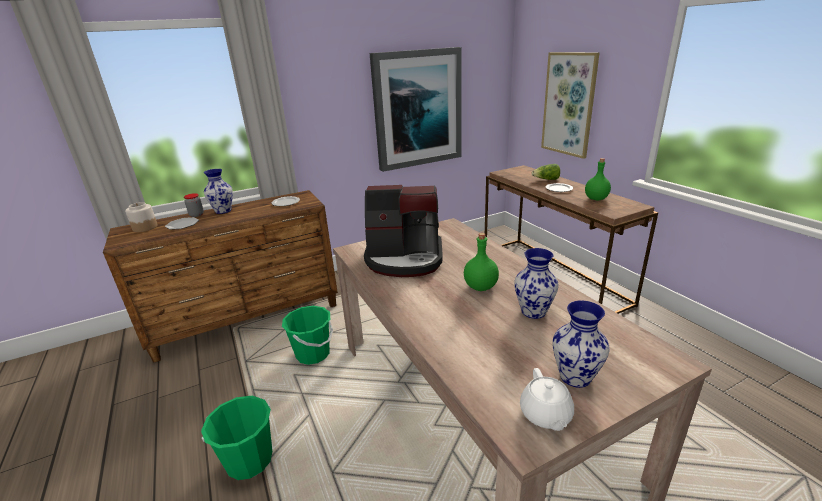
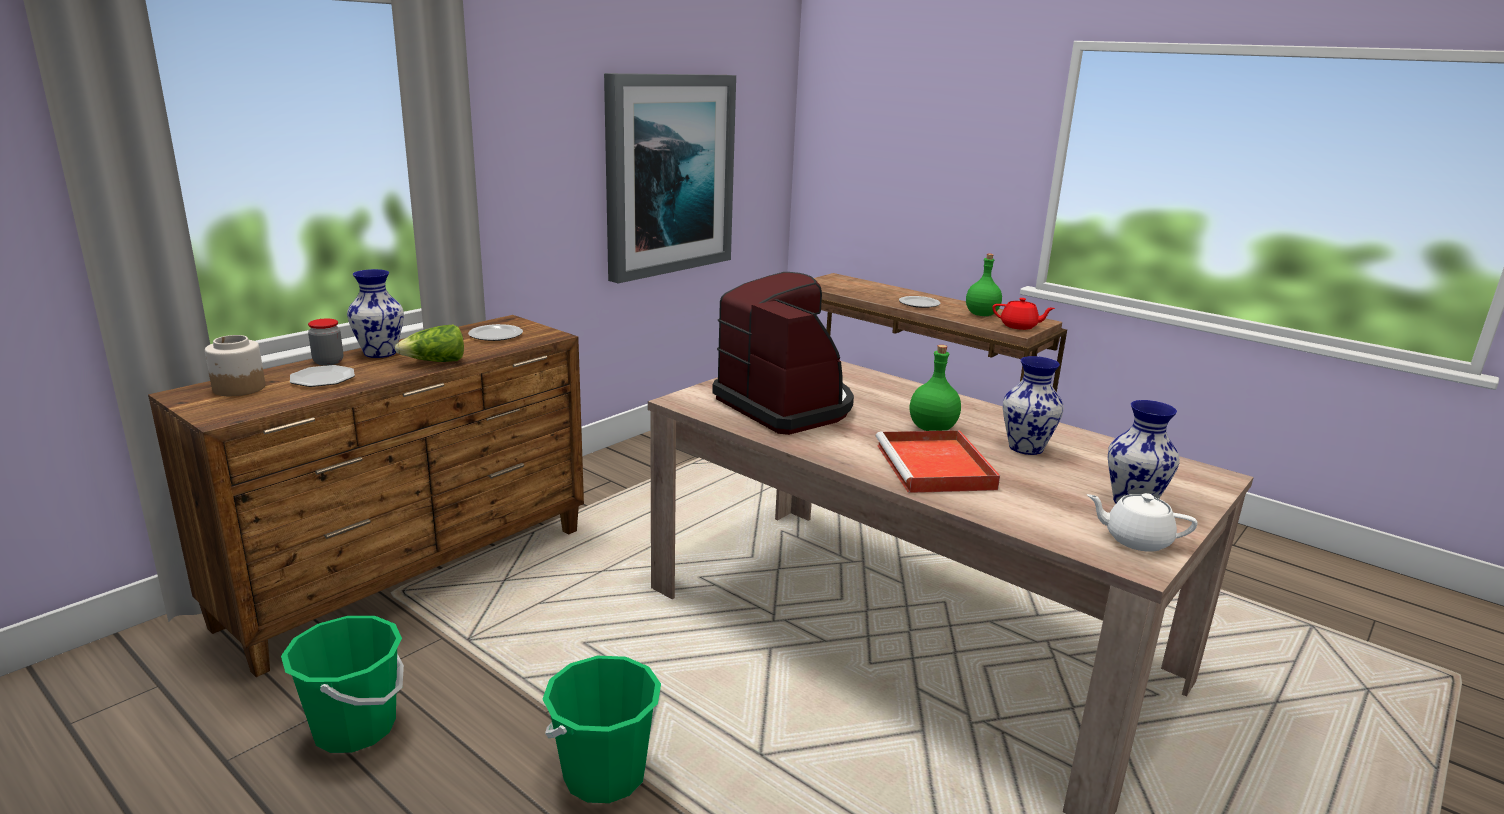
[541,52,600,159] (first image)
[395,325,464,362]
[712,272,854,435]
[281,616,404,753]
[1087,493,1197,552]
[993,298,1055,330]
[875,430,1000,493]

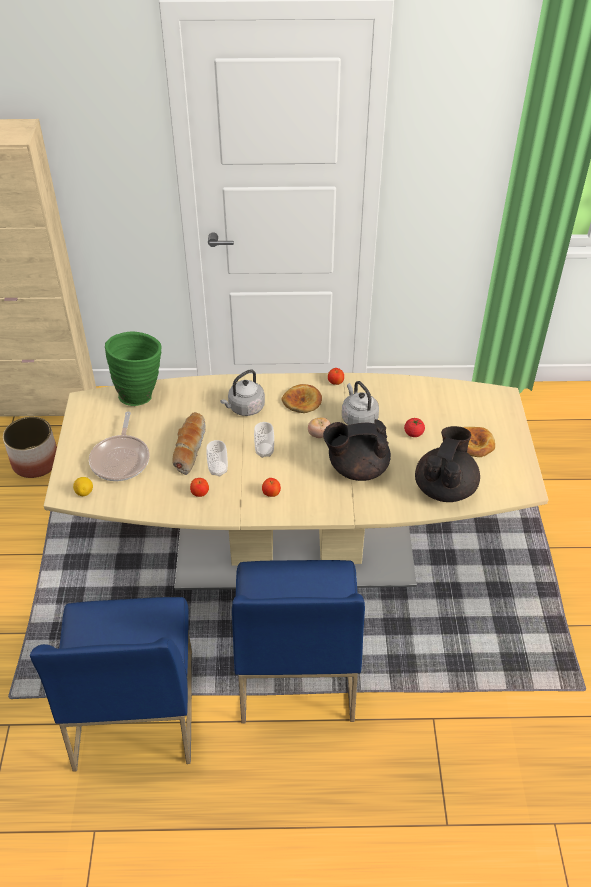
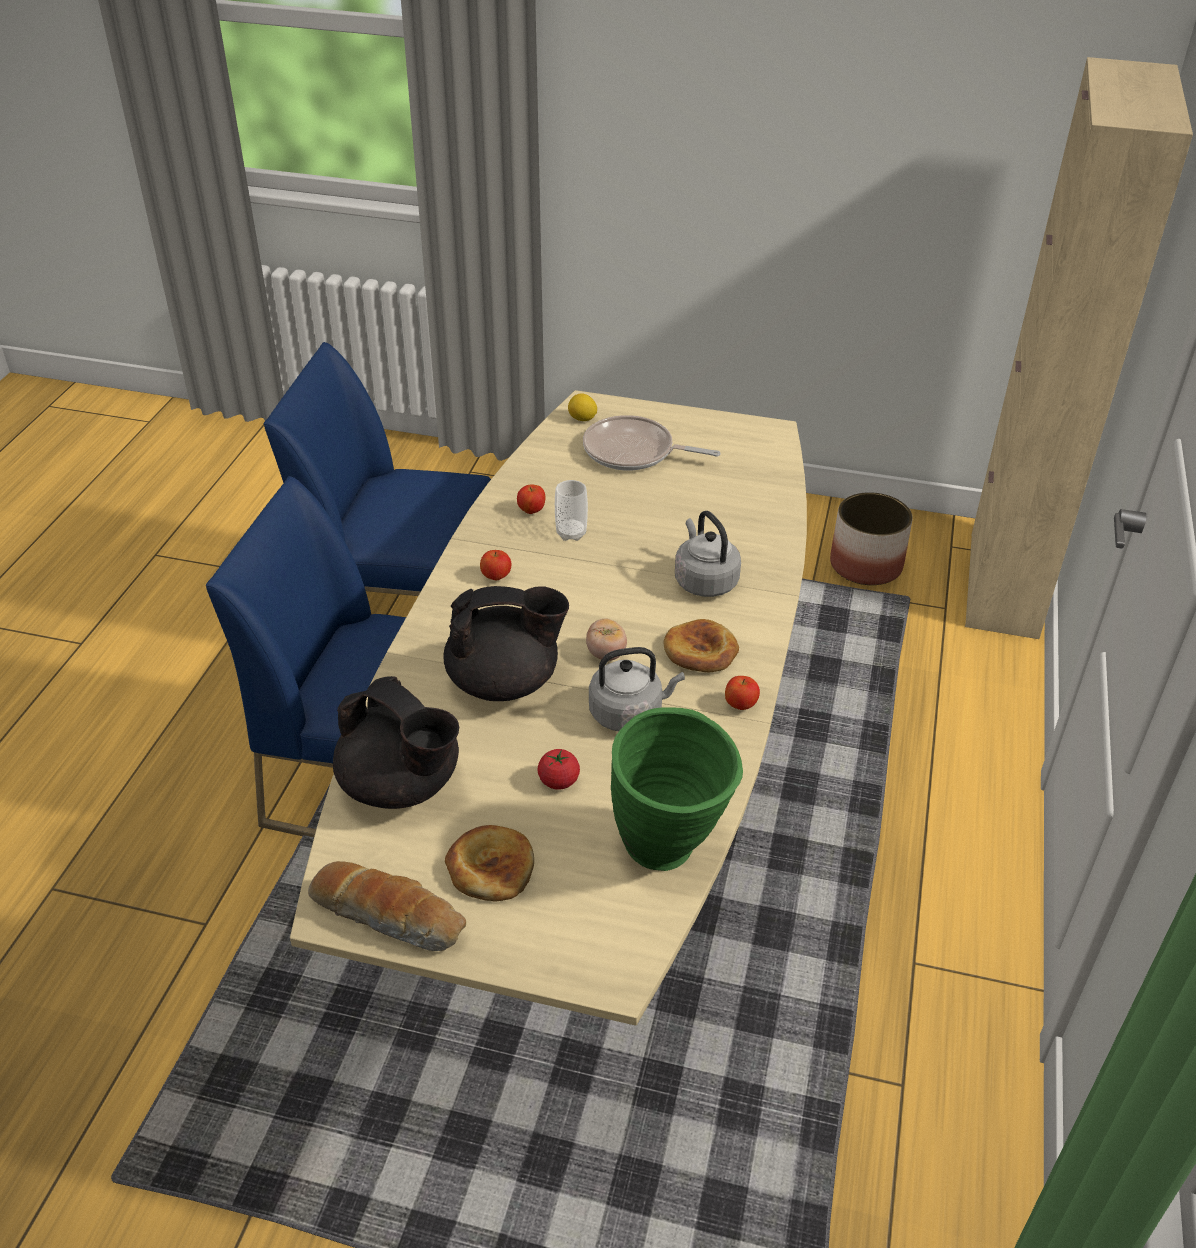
[611,707,743,871]
[308,861,466,951]
[443,586,569,701]
[254,422,274,458] (first image)

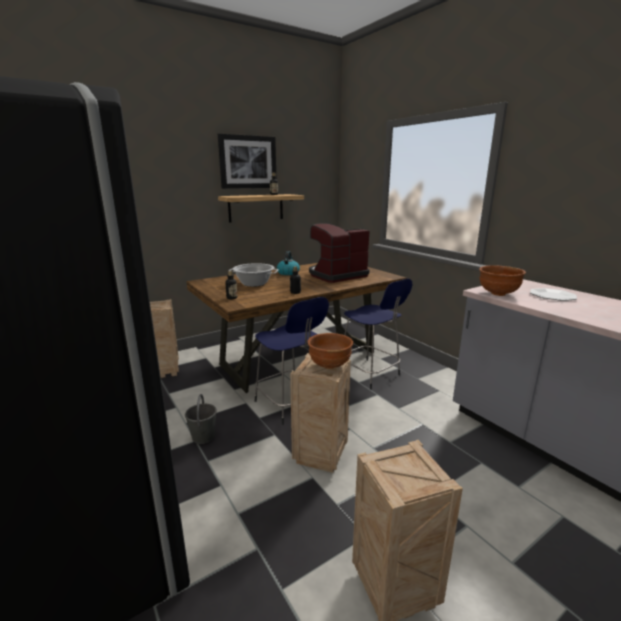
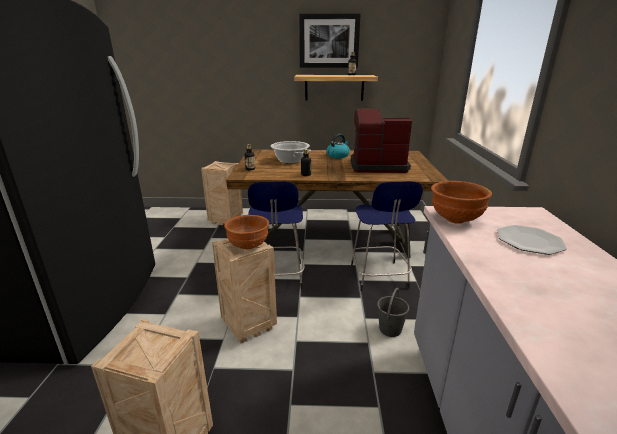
[377,288,409,337]

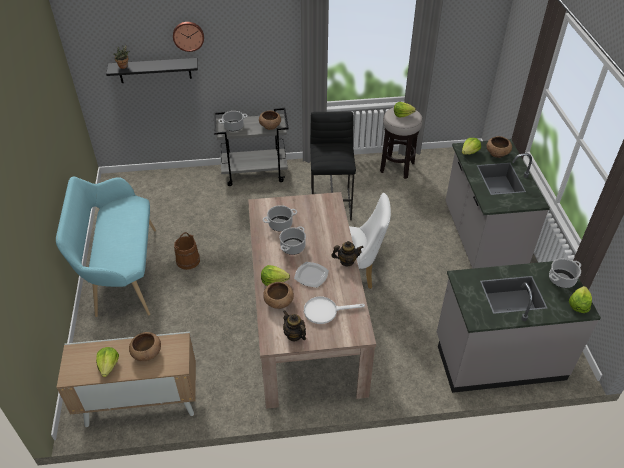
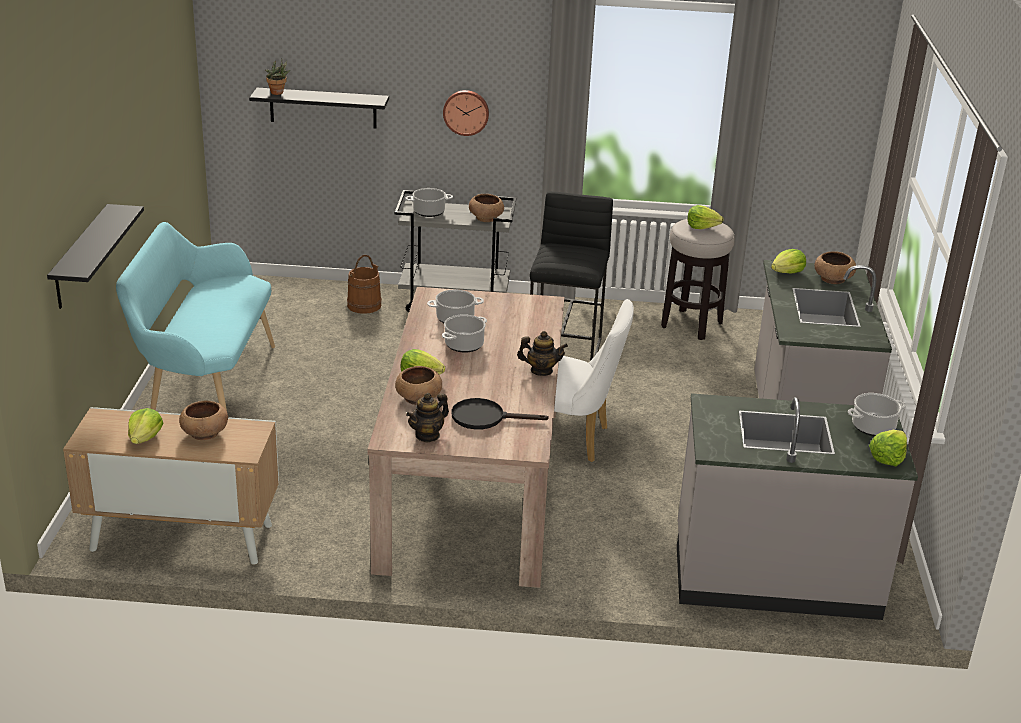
[443,90,489,136]
[347,255,382,314]
[294,262,329,288] (first image)
[451,398,549,430]
[406,393,449,442]
[47,204,144,309]

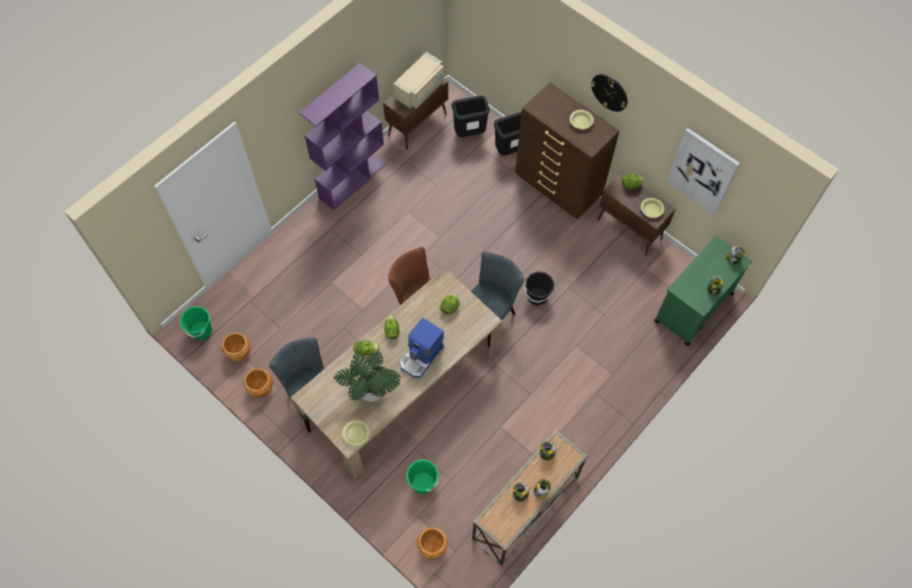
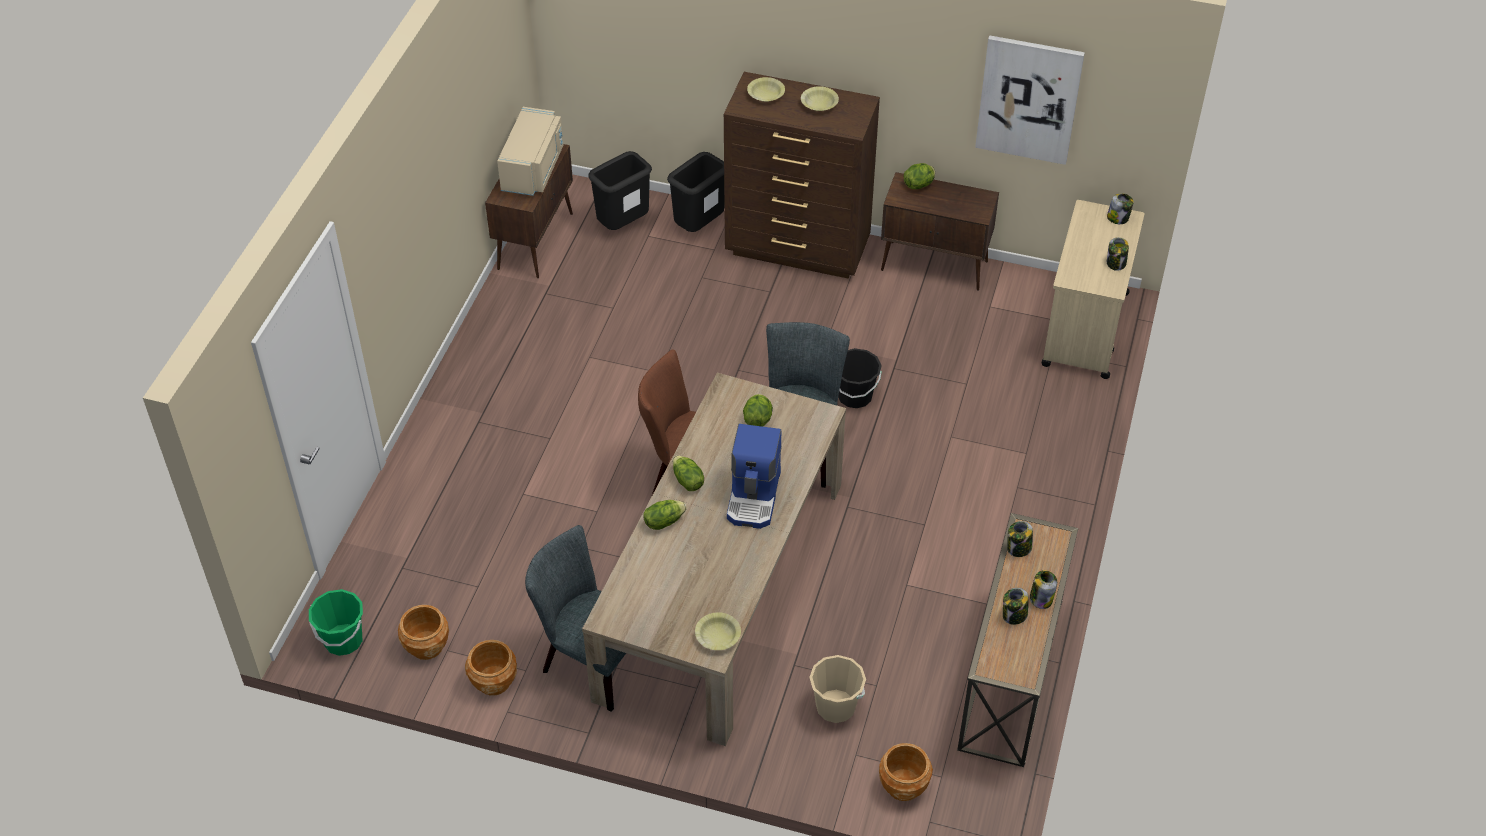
[299,63,386,210] (first image)
[591,74,627,112] (first image)
[747,77,785,102]
[1041,200,1145,379]
[334,351,401,402] (first image)
[809,655,866,723]

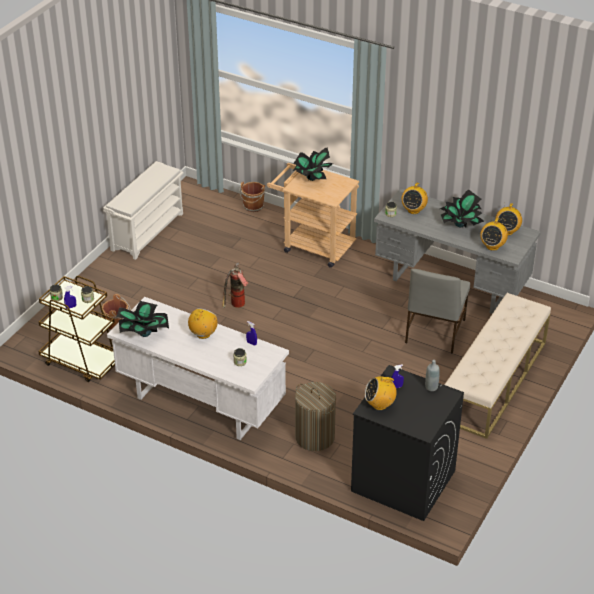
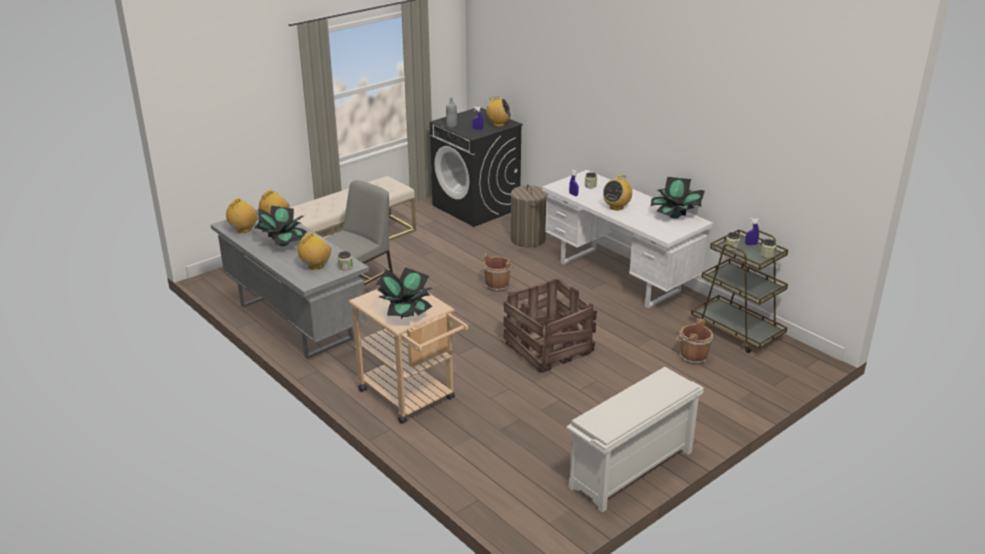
[483,253,514,292]
[503,279,597,373]

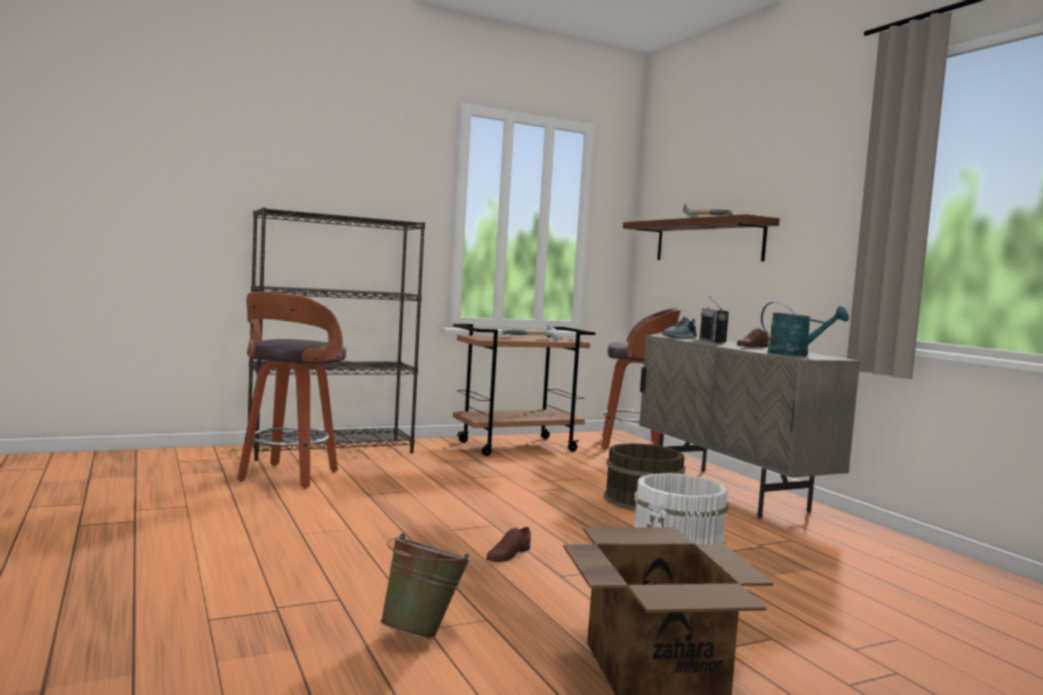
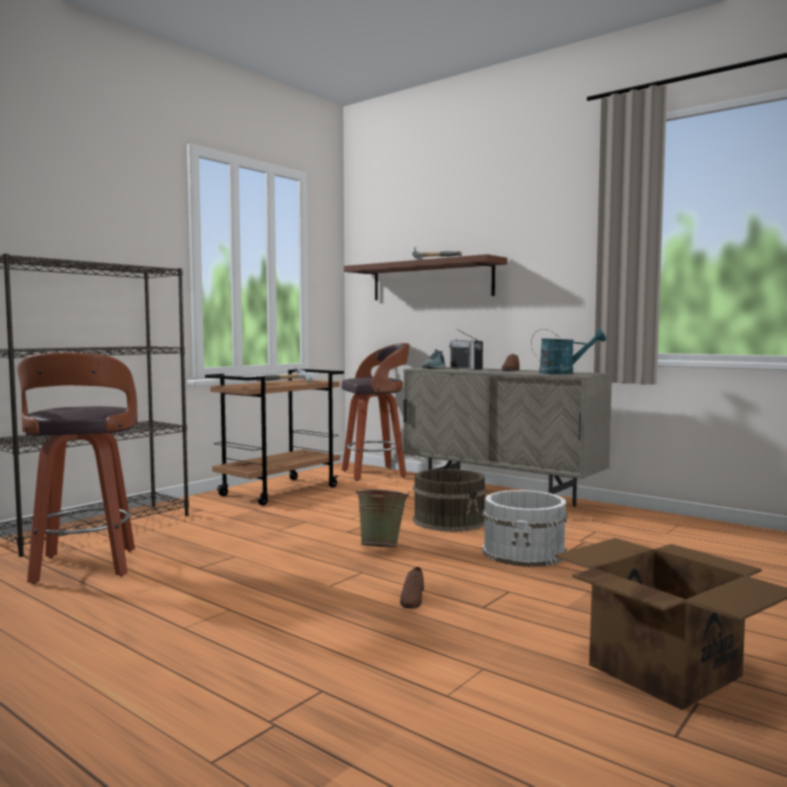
[355,489,409,547]

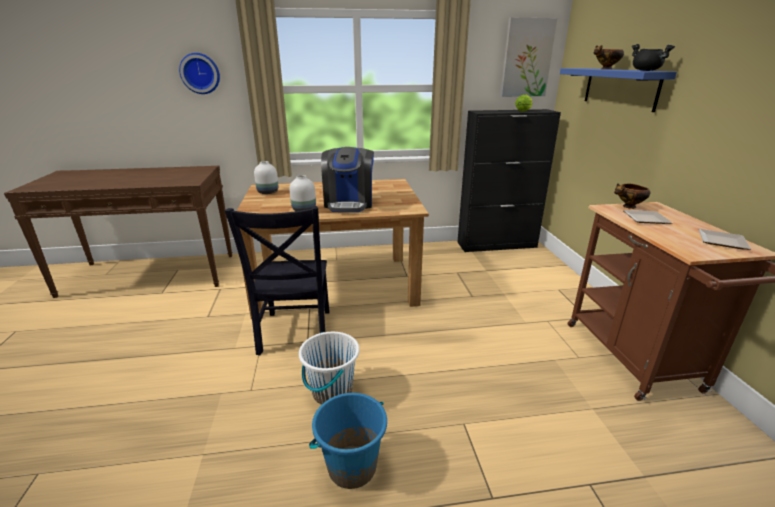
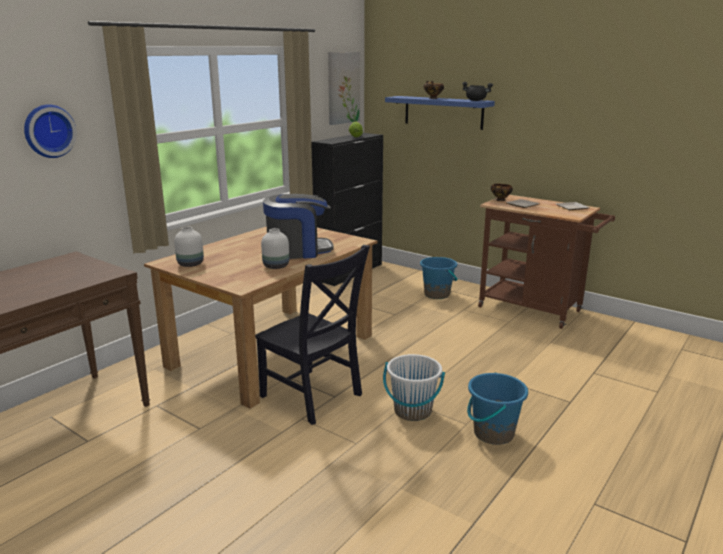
[263,194,333,259]
[420,257,458,299]

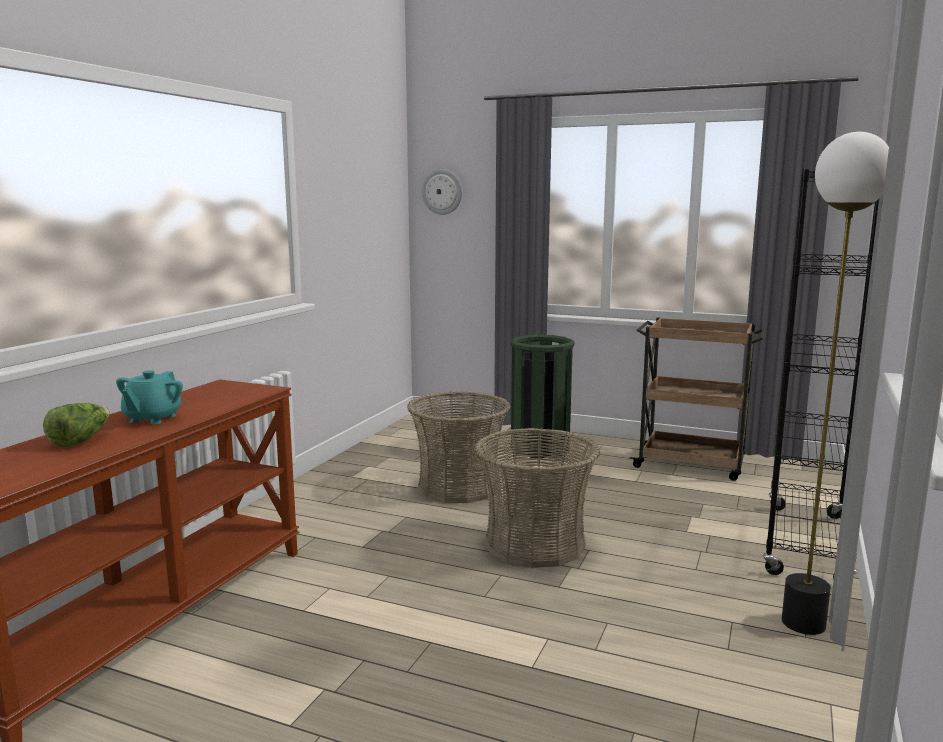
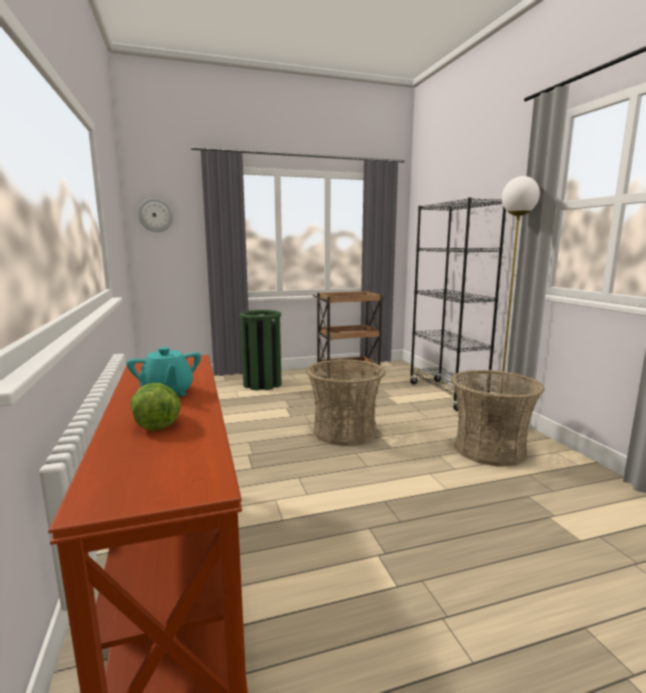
[451,370,545,467]

